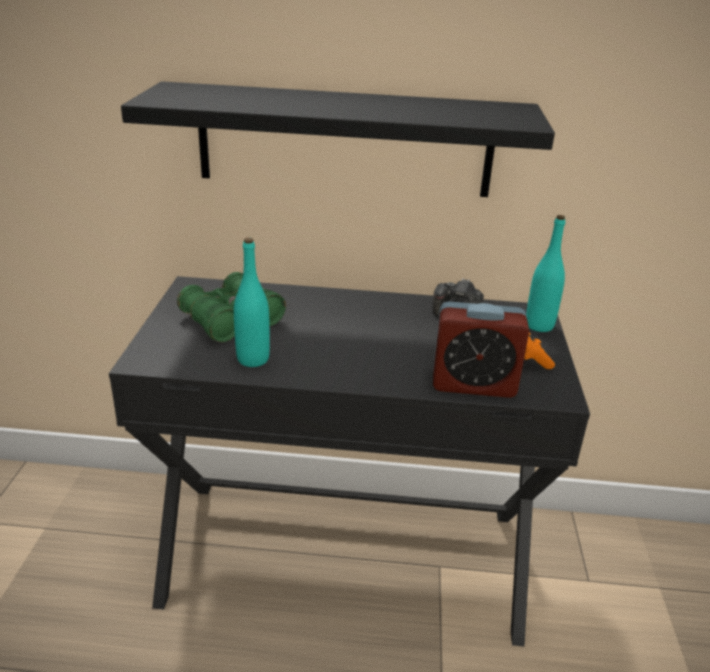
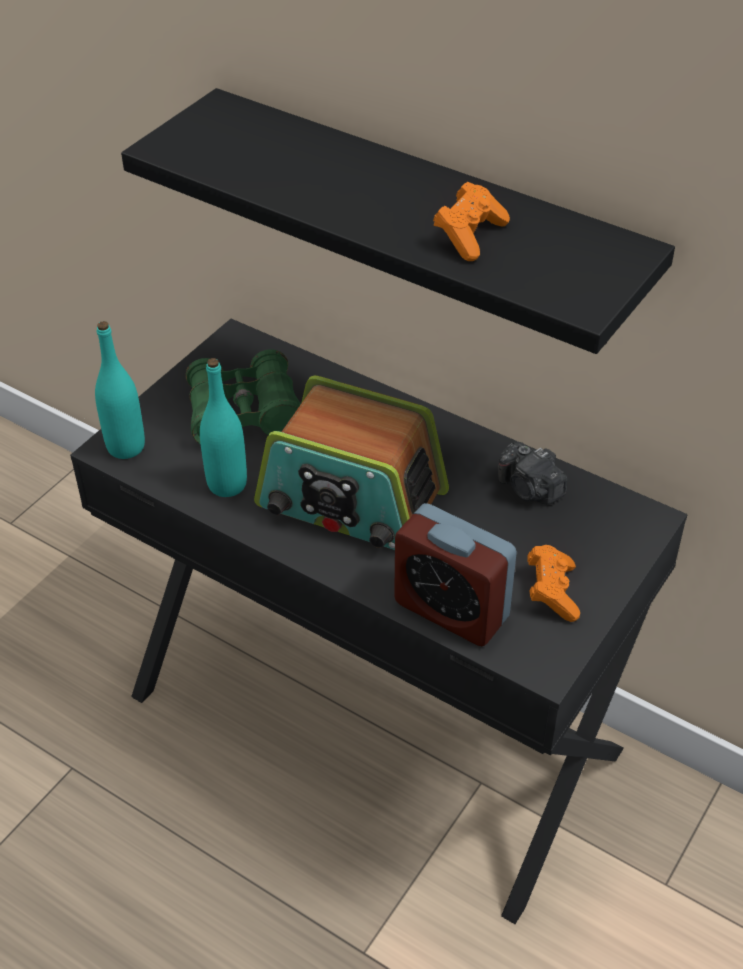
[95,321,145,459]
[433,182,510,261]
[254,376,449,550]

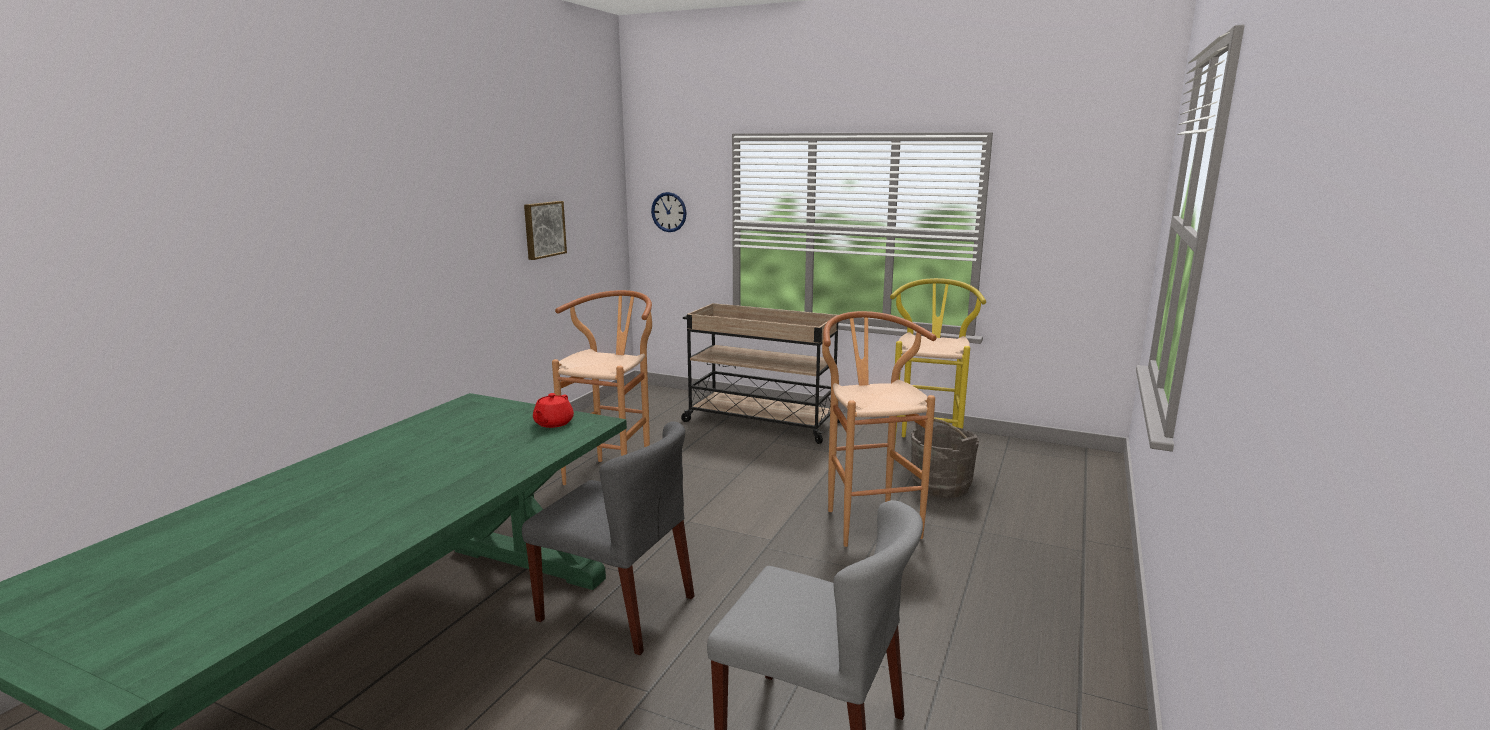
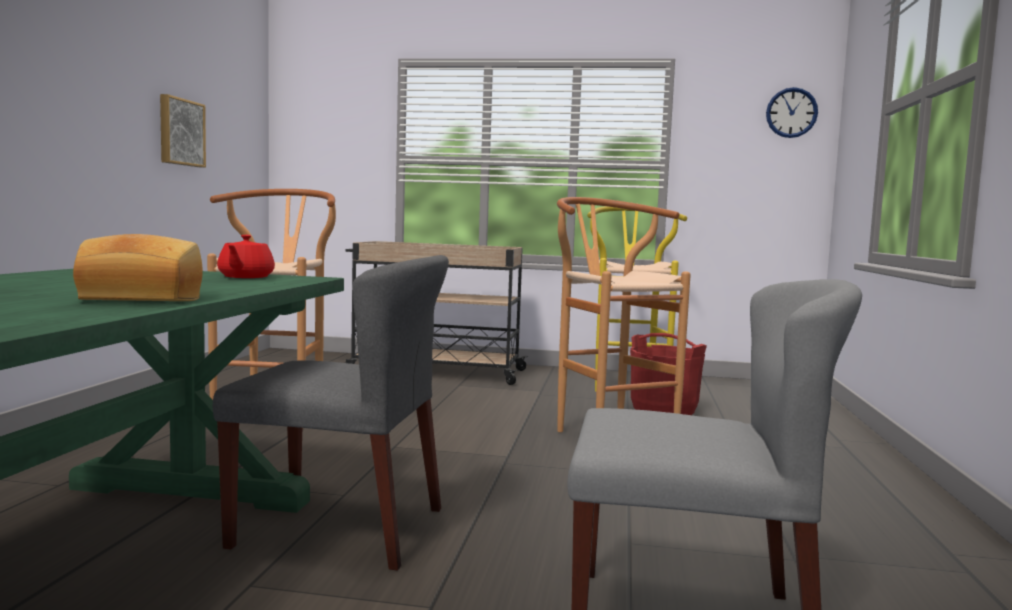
[766,87,818,138]
[630,333,707,415]
[73,234,203,301]

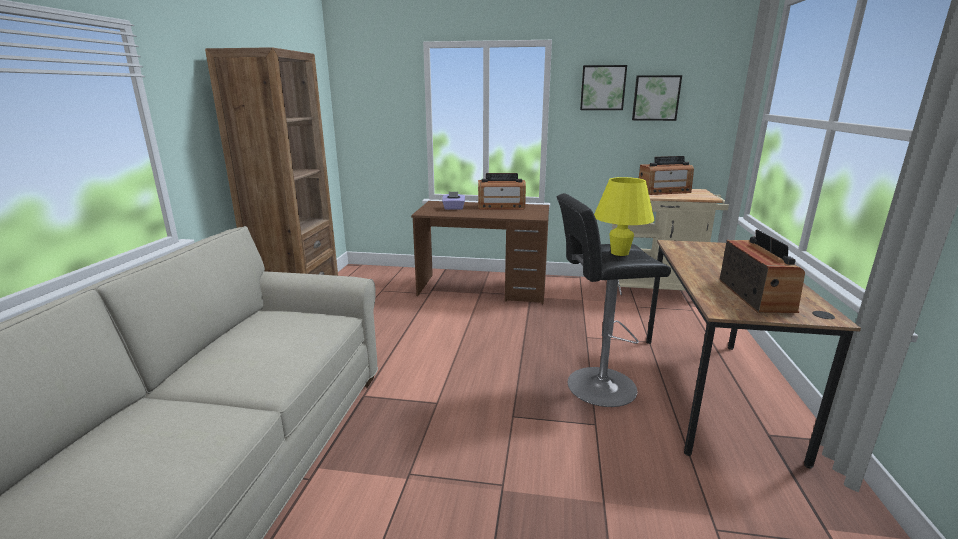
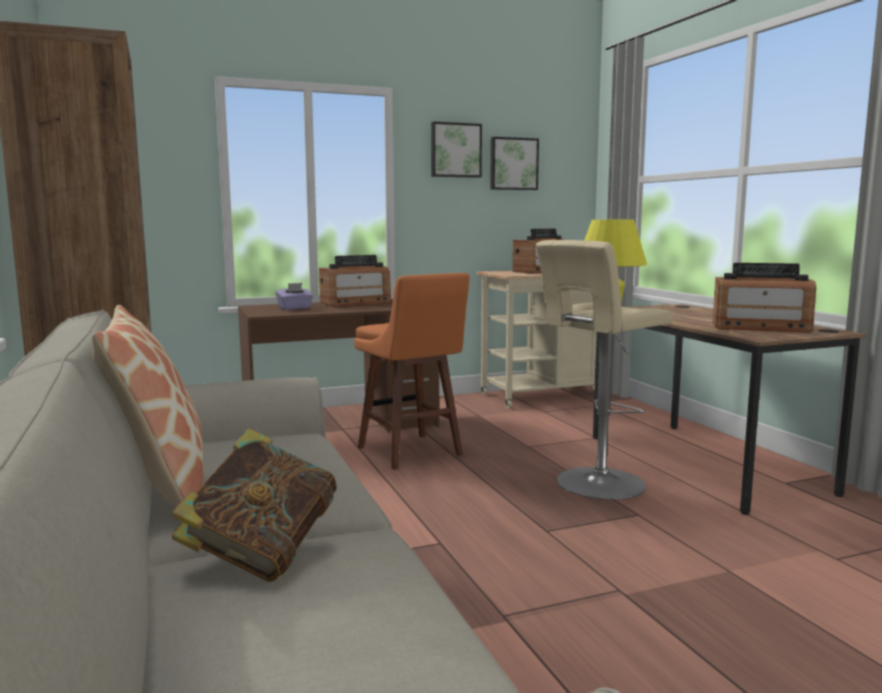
[535,240,673,500]
[713,263,816,333]
[354,273,470,470]
[92,305,204,508]
[172,429,337,582]

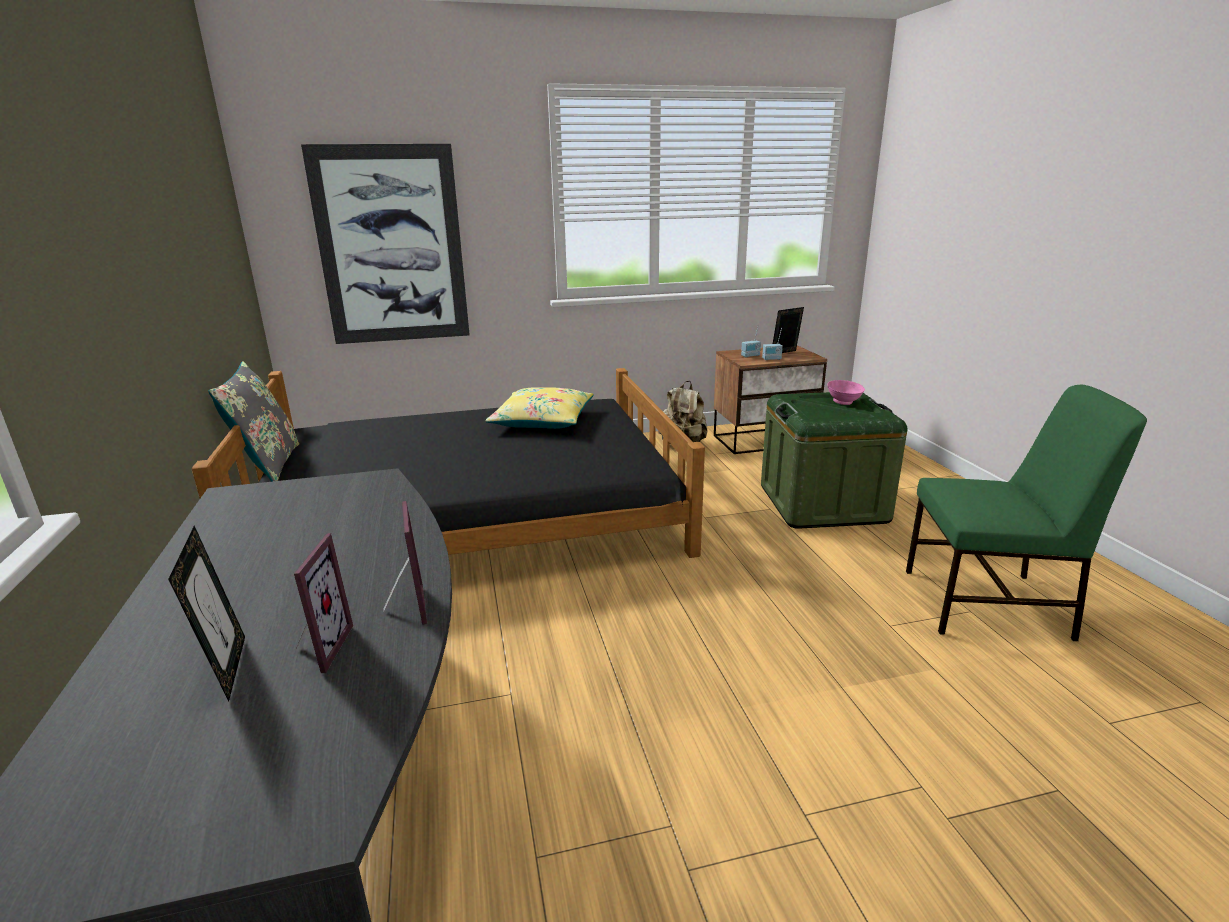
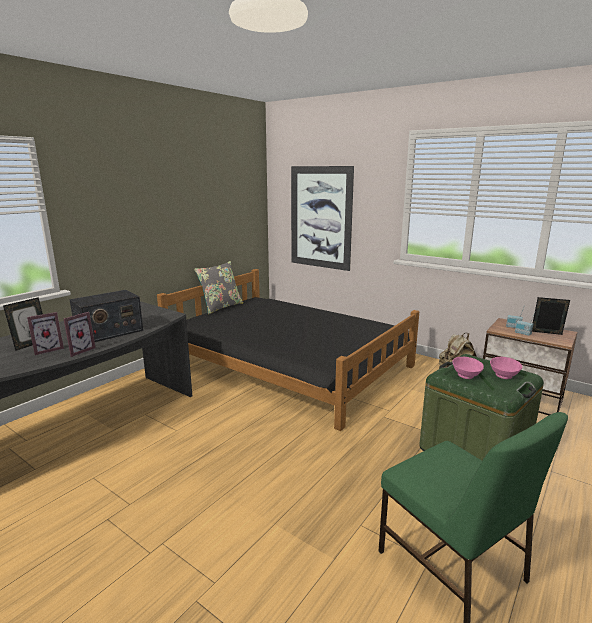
[485,387,594,429] (first image)
[69,290,143,342]
[452,357,484,379]

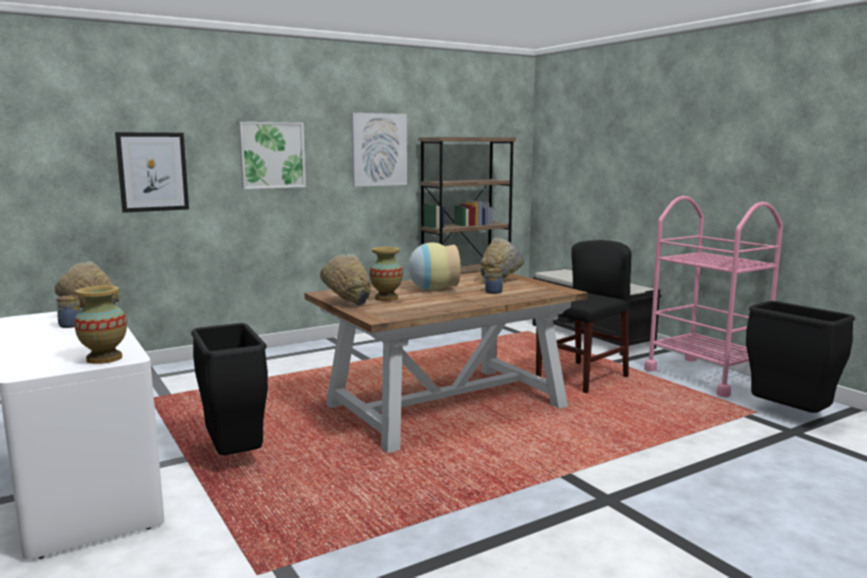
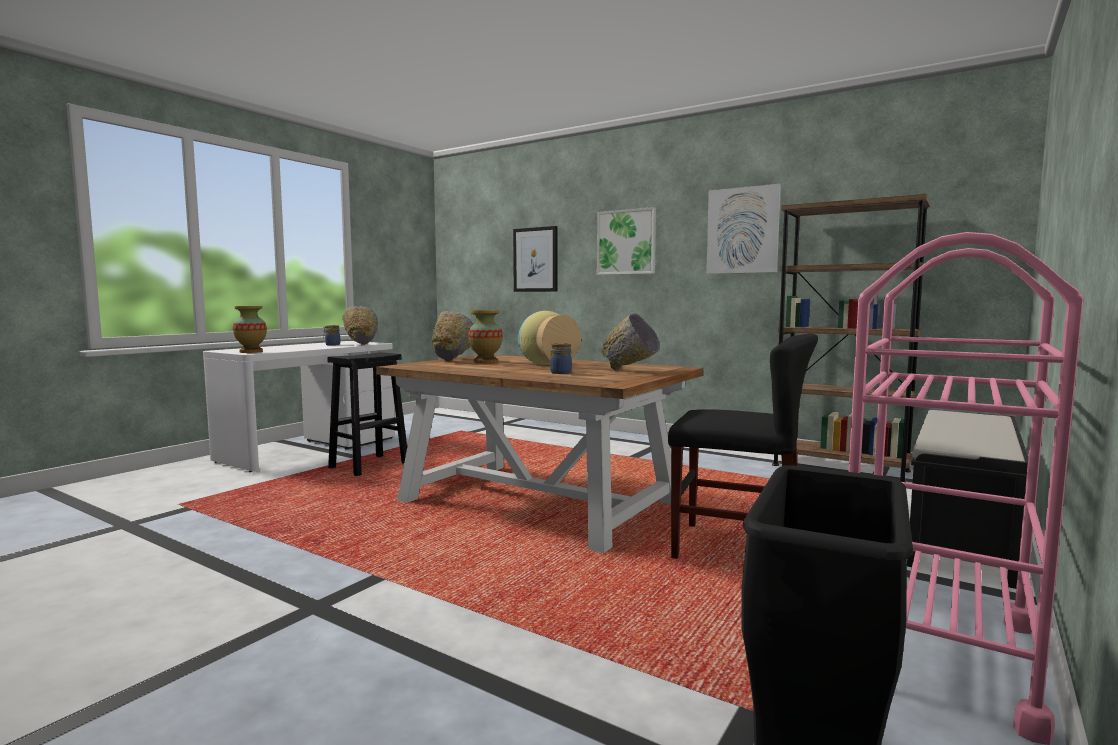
[328,352,407,476]

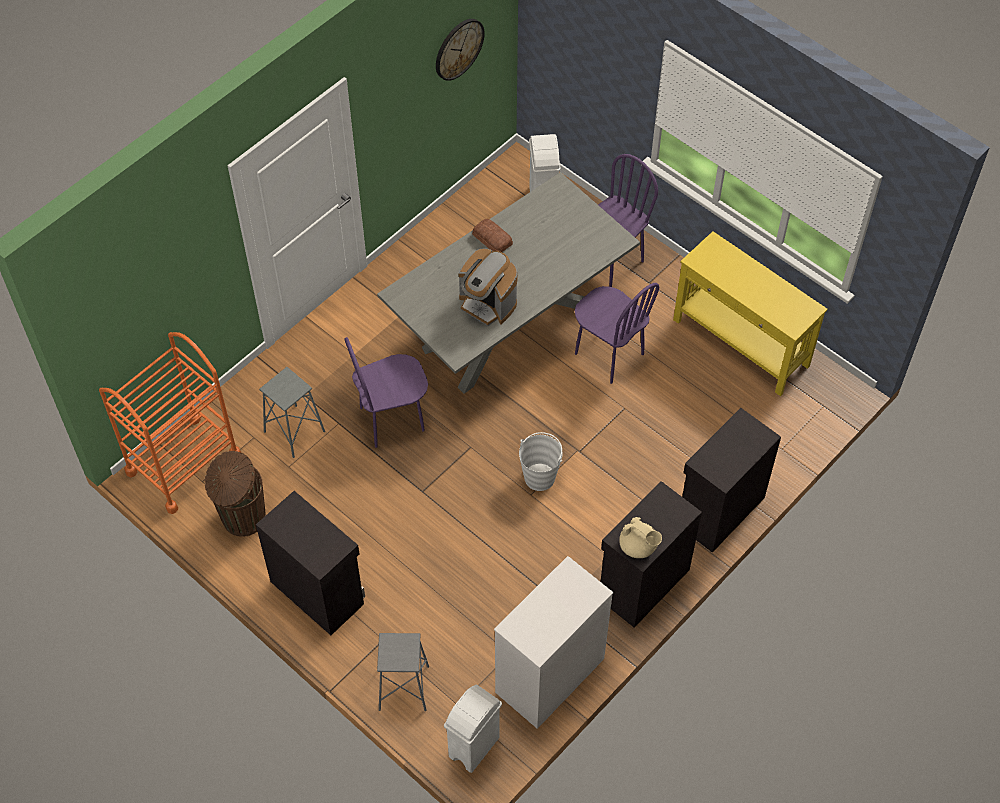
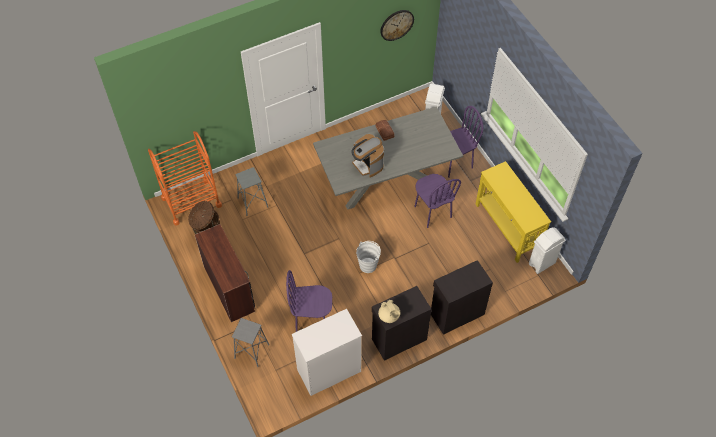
[286,270,332,332]
[195,224,255,322]
[529,227,566,274]

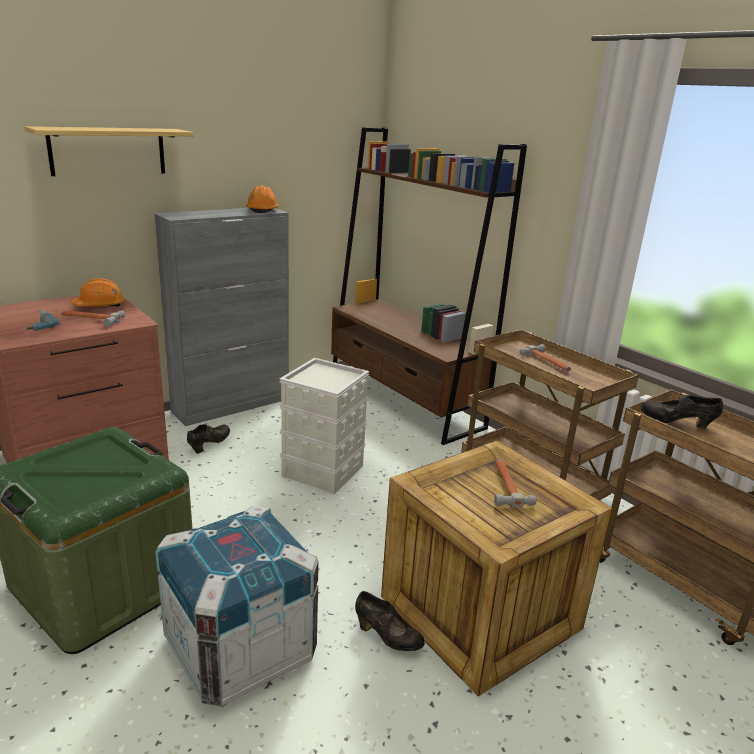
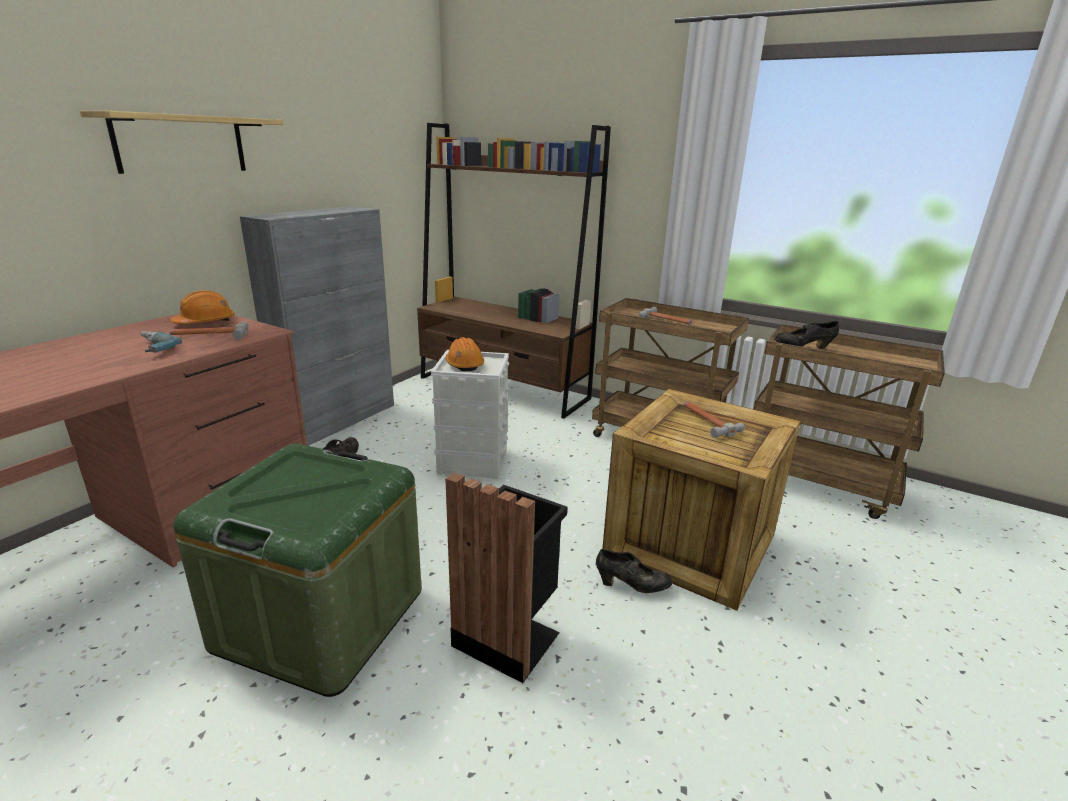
[445,337,484,371]
[445,473,567,683]

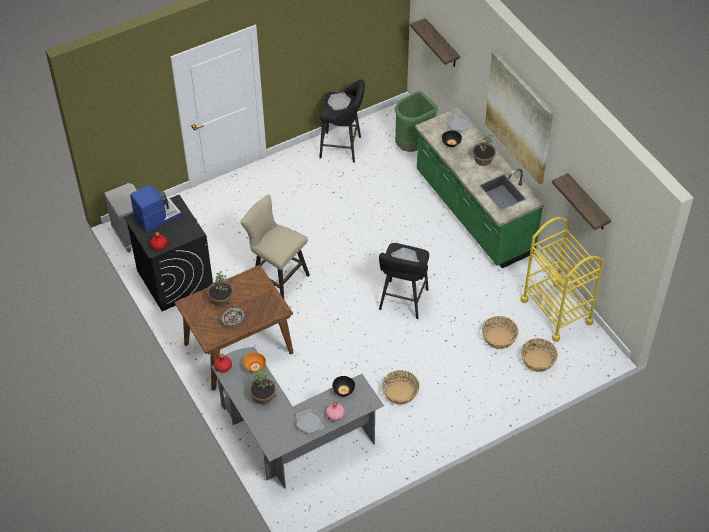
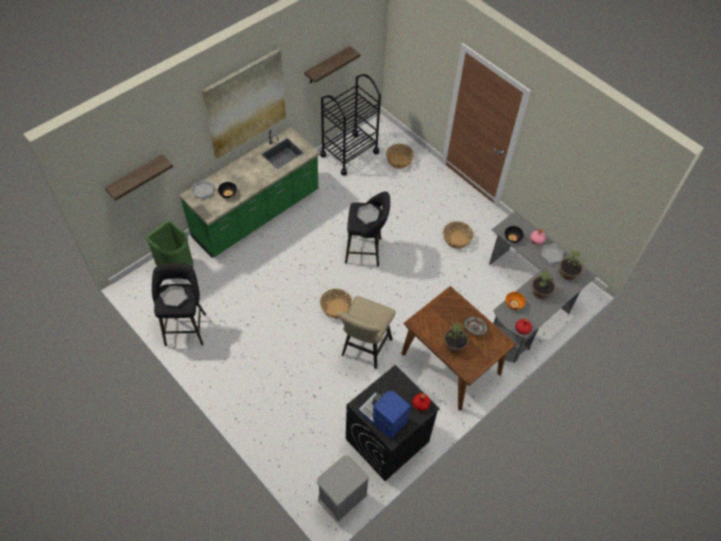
[558,250,586,280]
[320,74,381,176]
[320,289,352,318]

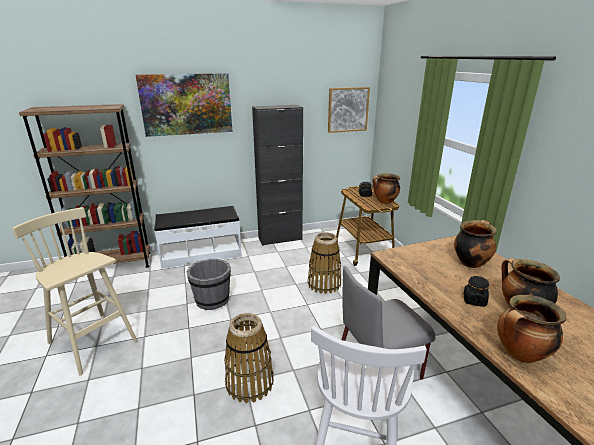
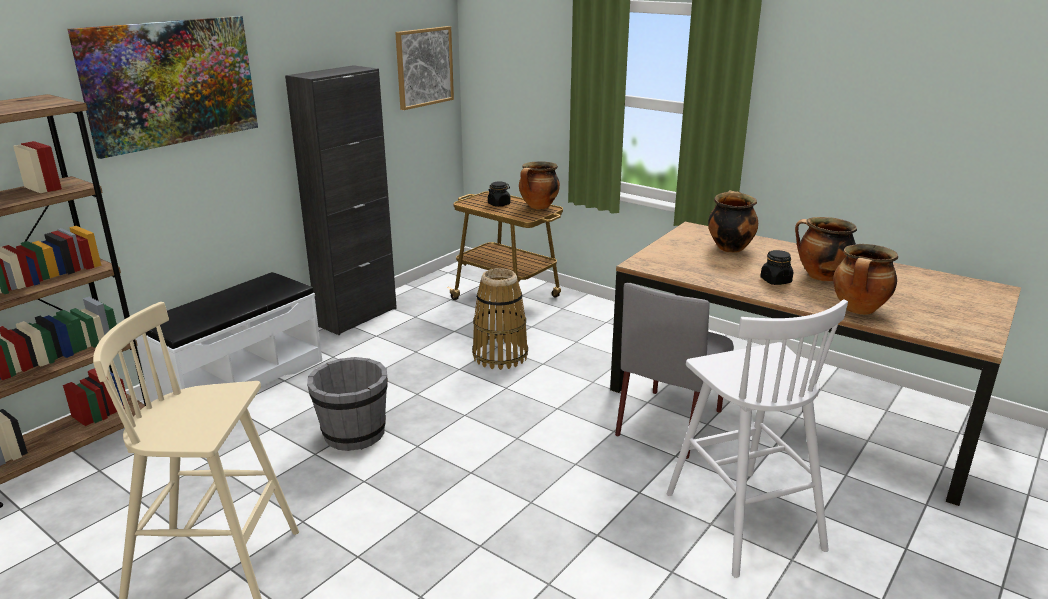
[224,313,274,403] (first image)

